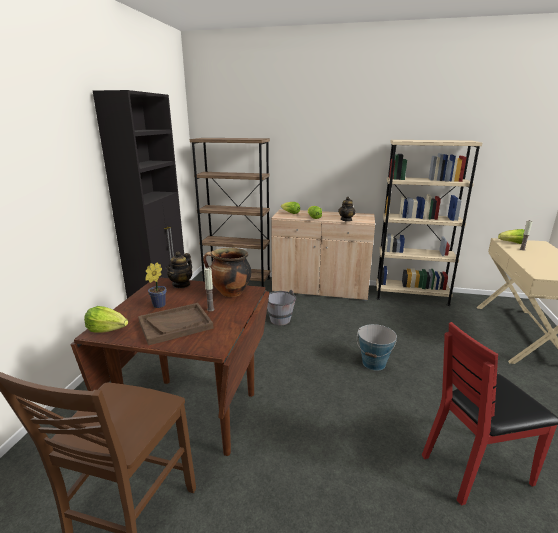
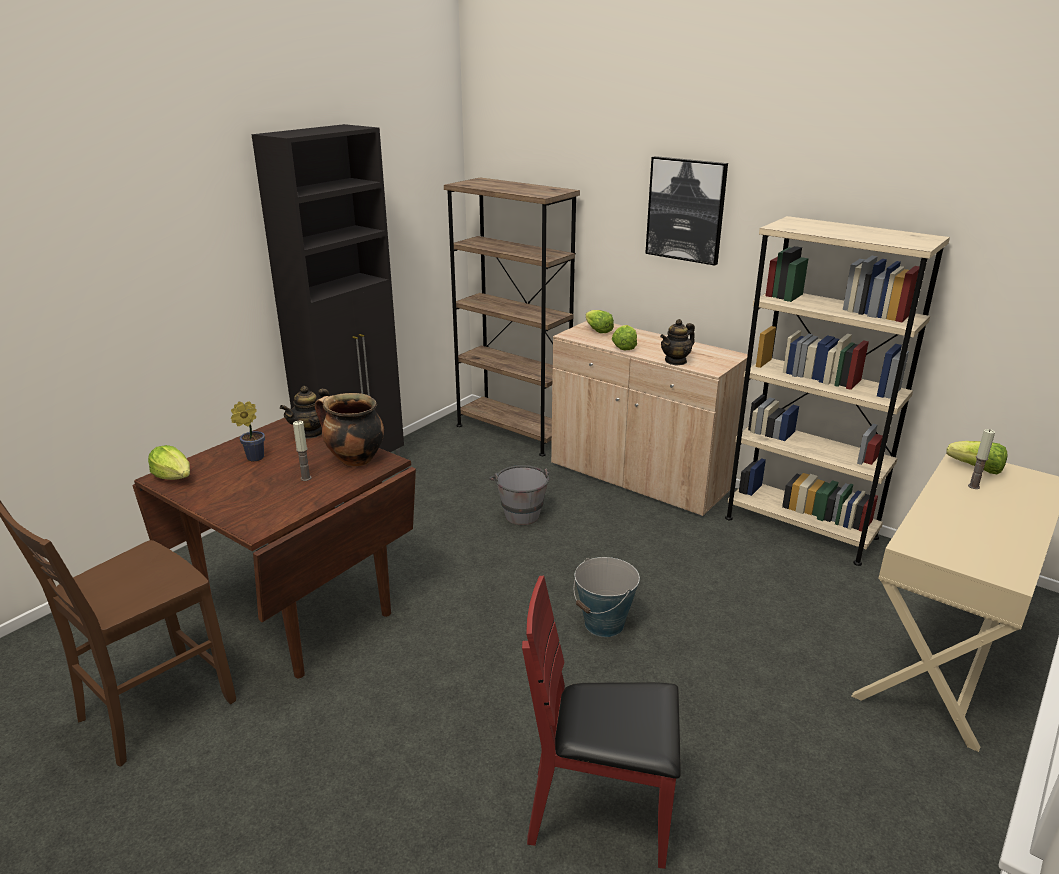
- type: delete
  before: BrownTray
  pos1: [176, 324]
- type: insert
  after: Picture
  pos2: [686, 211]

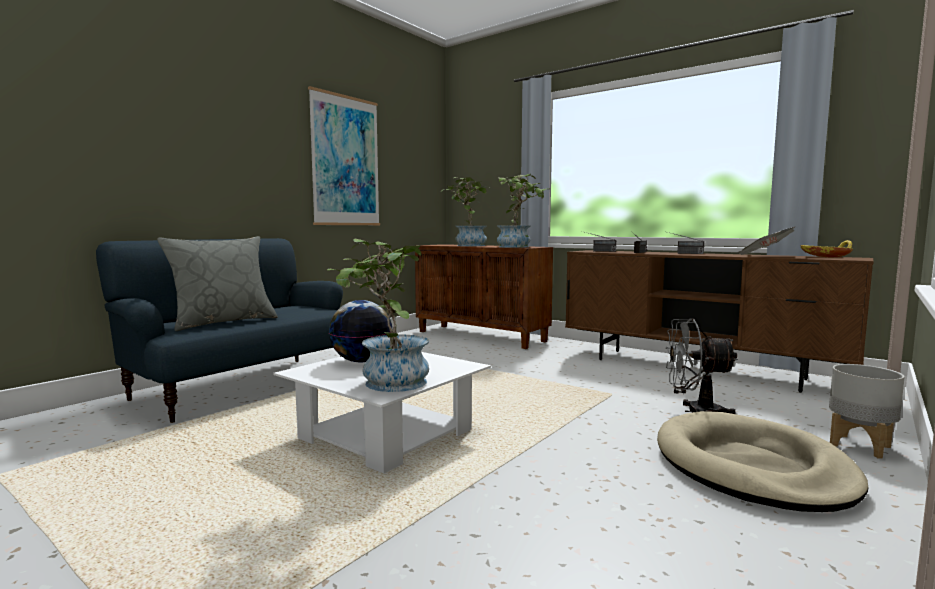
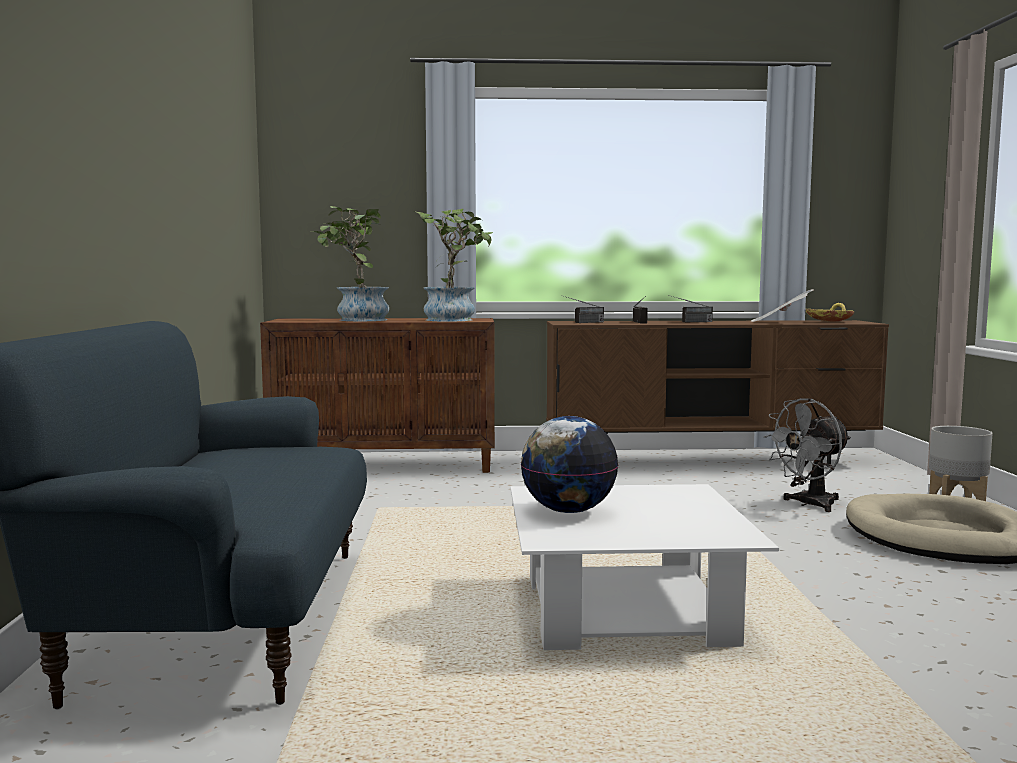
- type: delete
  before: Picture
  pos1: [344, 155]
- type: delete
  before: GreyPillow
  pos1: [217, 283]
- type: delete
  before: PottedPlant
  pos1: [378, 315]

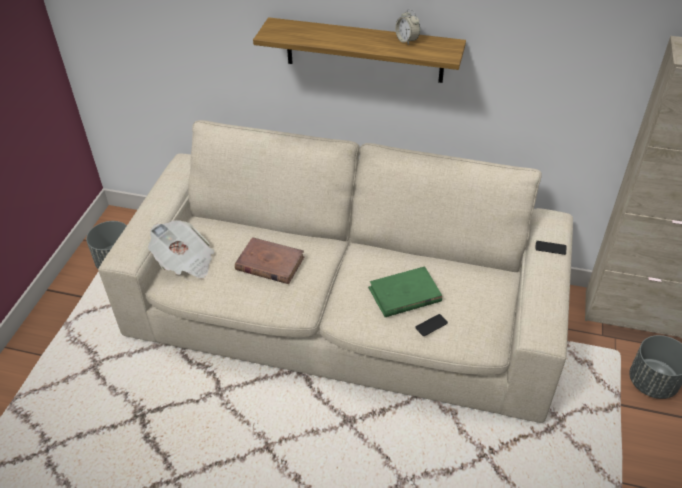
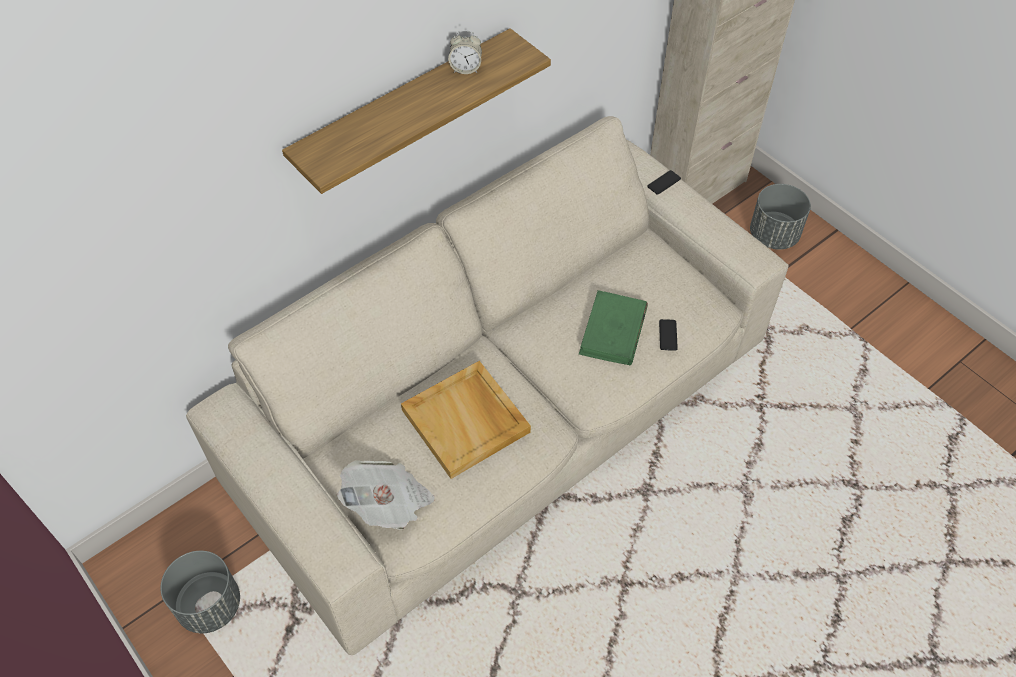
- type: replace
  before: BrownBook
  after: BeigeTray
  pos1: [269, 260]
  pos2: [466, 420]

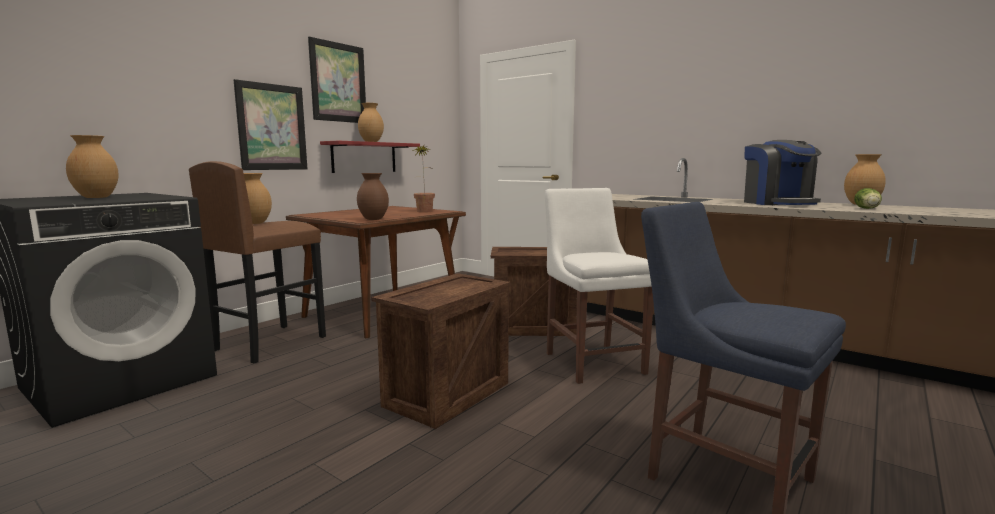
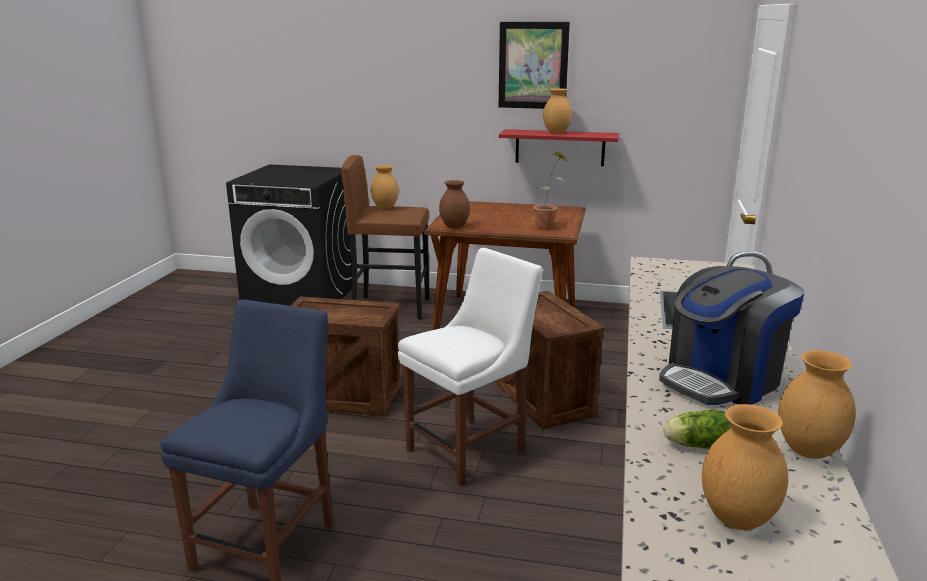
- type: delete
  before: Picture
  pos1: [270, 124]
- type: move
  before: BrownVase
  pos1: [92, 166]
  pos2: [745, 467]

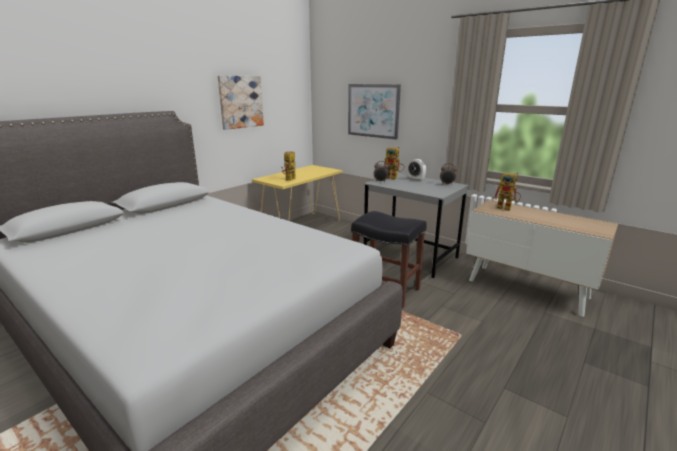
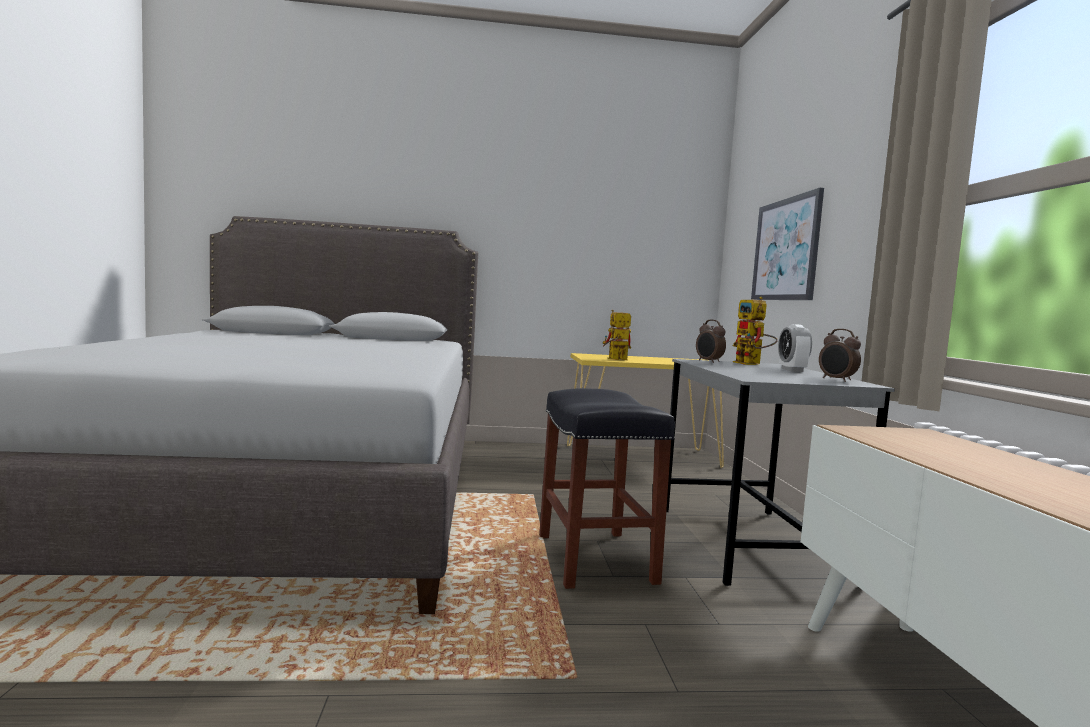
- type: delete
  before: Picture
  pos1: [240, 103]
- type: delete
  before: ToyRobot
  pos1: [507, 192]

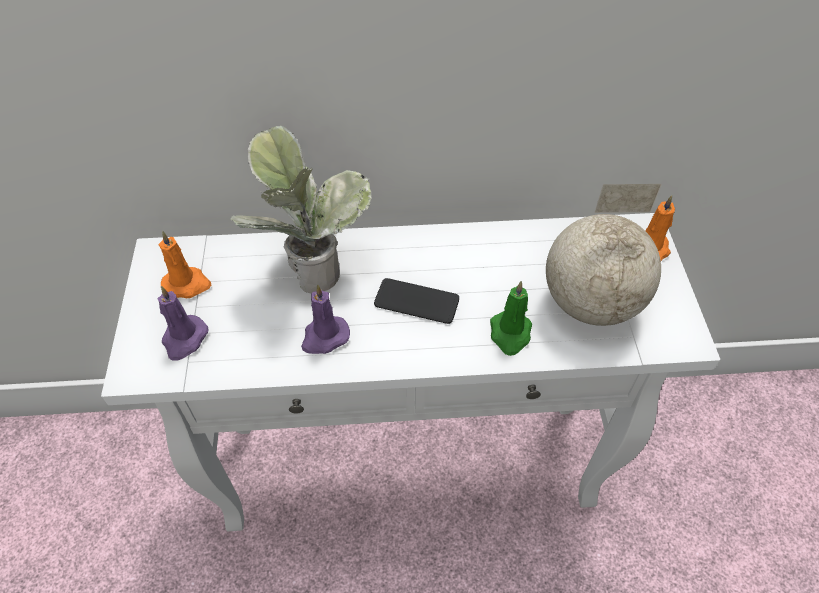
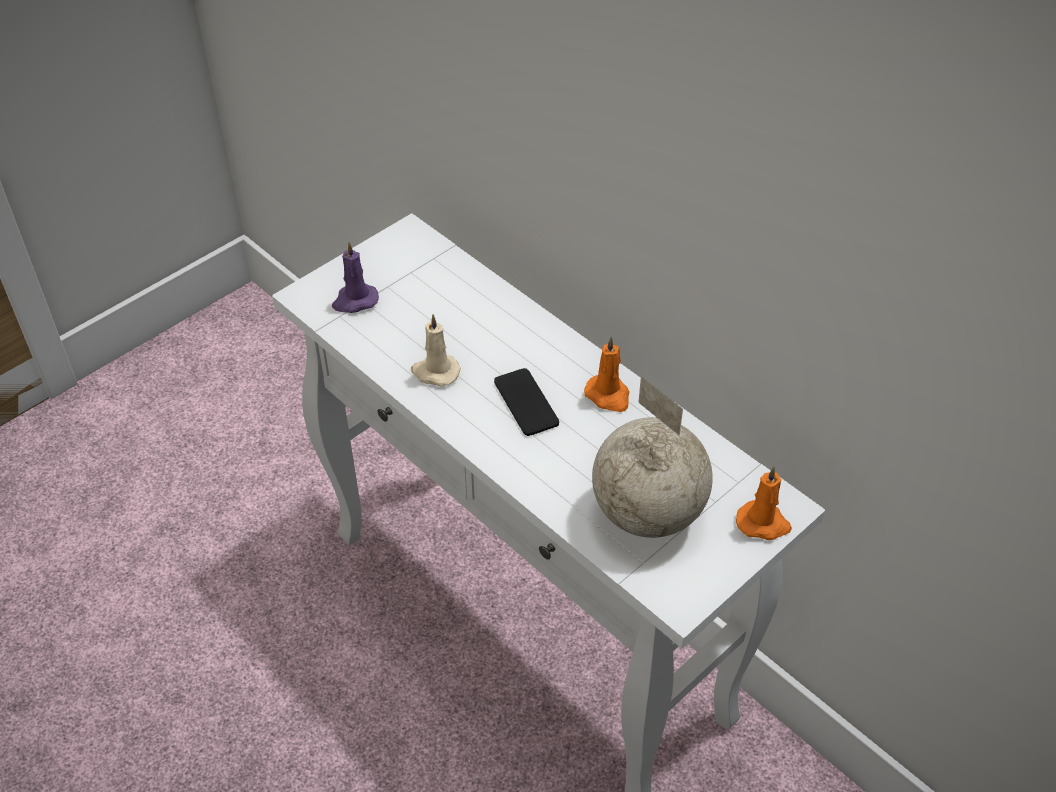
- type: delete
  before: PottedPlant
  pos1: [300, 210]
- type: move
  before: OrangeCandle
  pos1: [185, 264]
  pos2: [607, 374]
- type: delete
  before: GreenCandle
  pos1: [511, 318]
- type: recolor
  before: PurpleCandle
  after: BeigeCandle
  pos1: [325, 319]
  pos2: [436, 350]

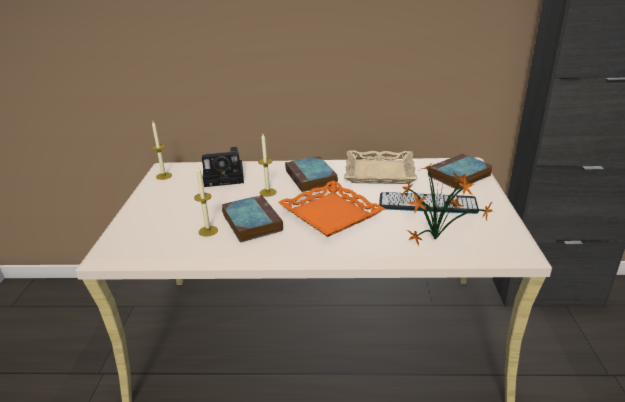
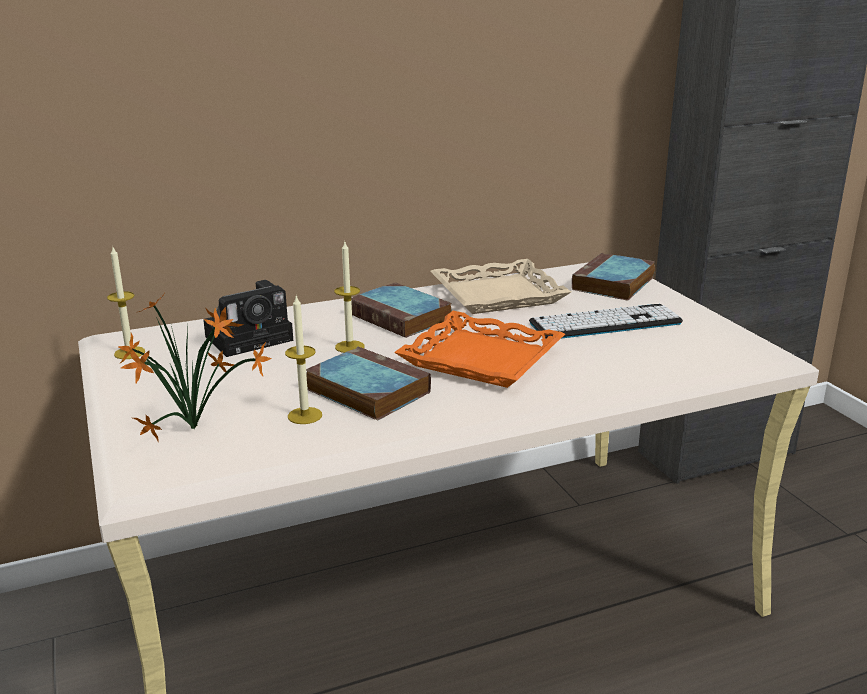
- type: move
  before: PottedPlant
  pos1: [447, 204]
  pos2: [194, 367]

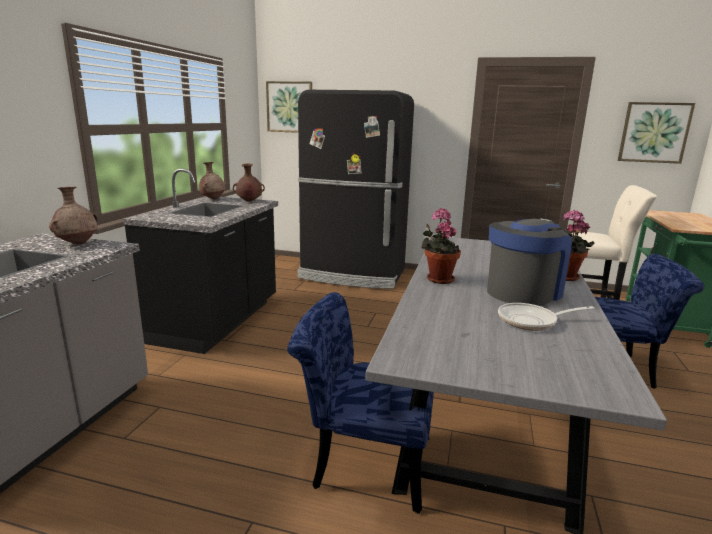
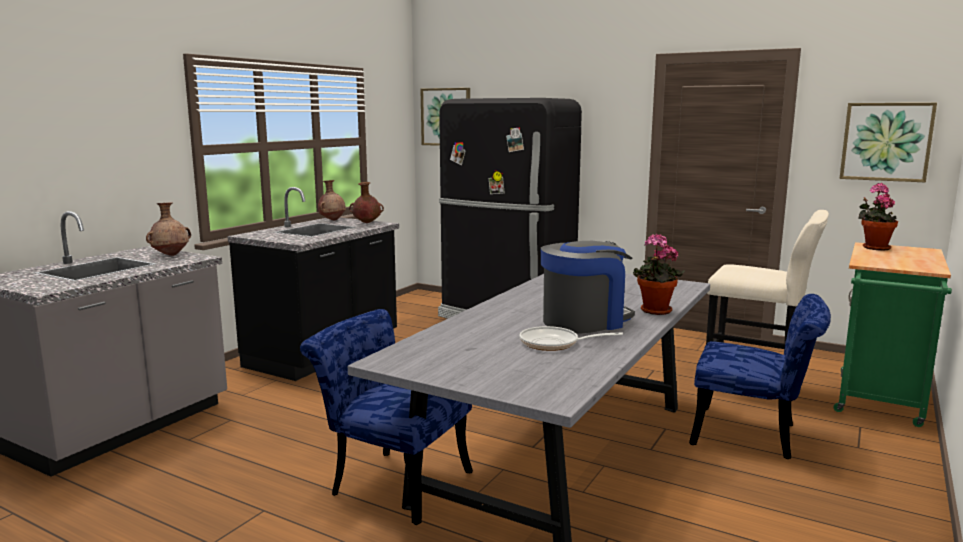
- type: move
  before: PottedPlant
  pos1: [441, 246]
  pos2: [878, 217]

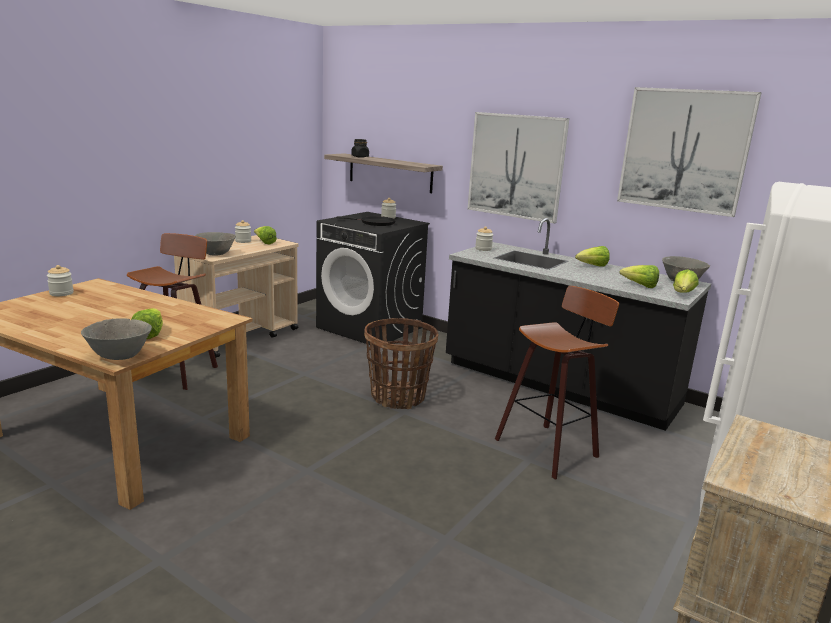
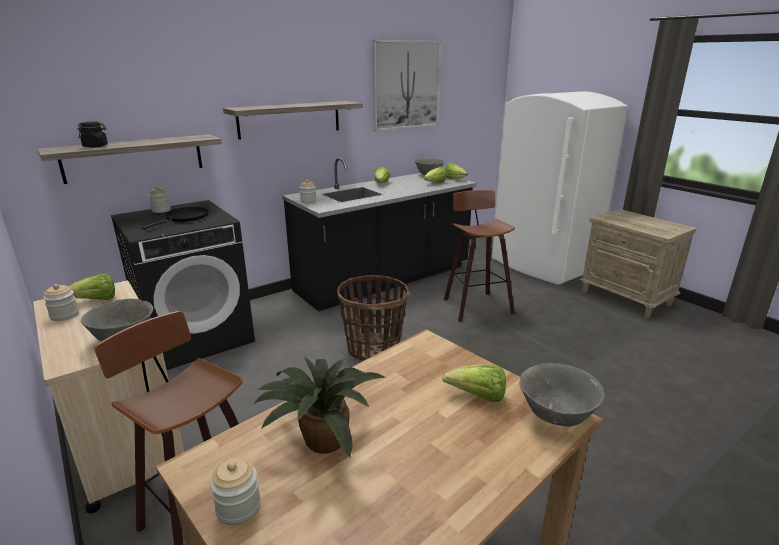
- type: replace
  before: Picture
  after: Shelf
  pos1: [519, 168]
  pos2: [293, 120]
- type: insert
  after: PottedPlant
  pos2: [319, 407]

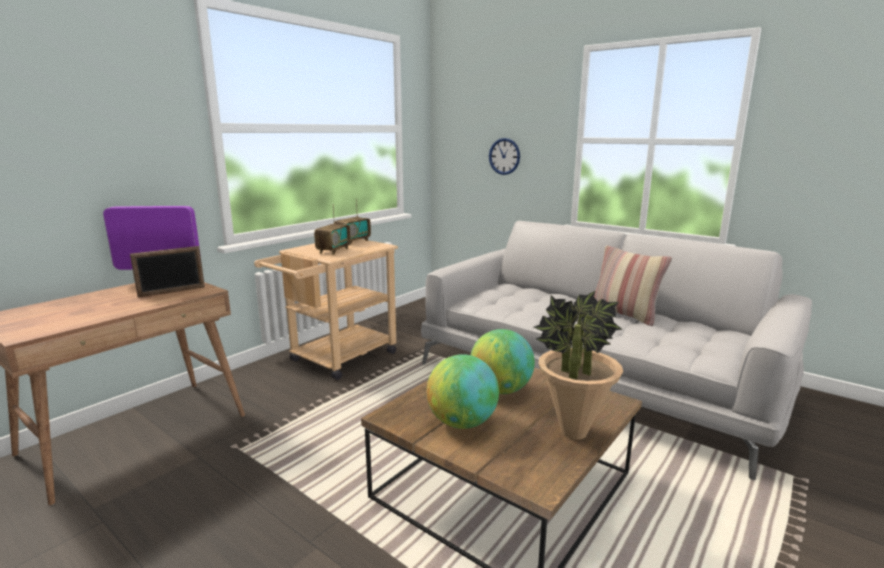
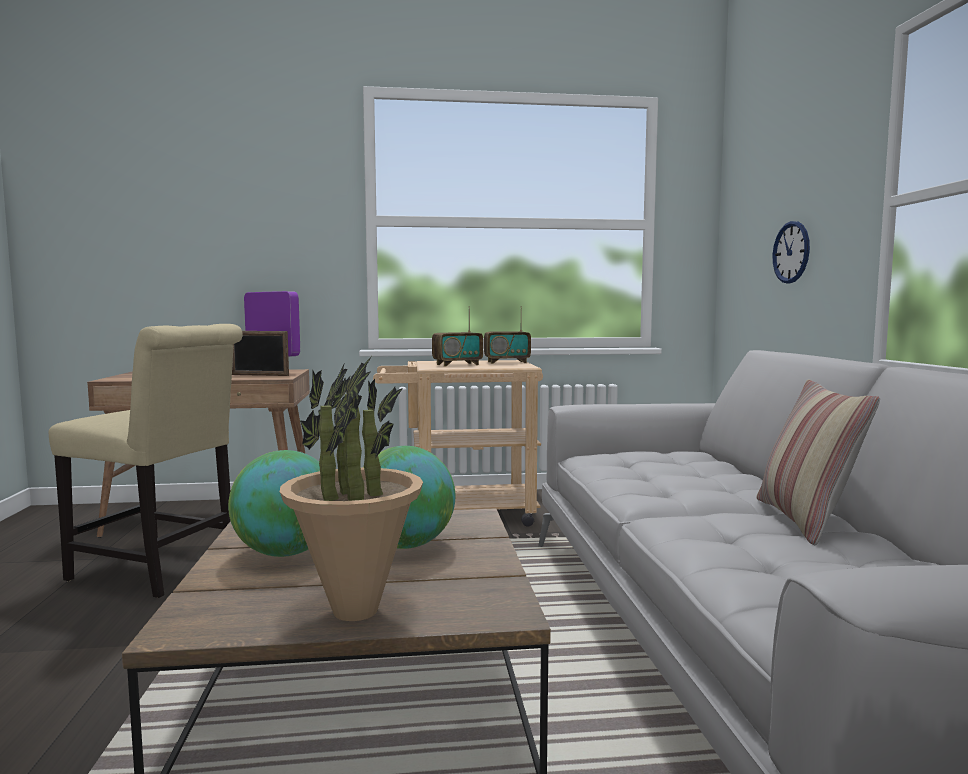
- type: insert
  after: BeigeChair
  pos2: [145, 461]

